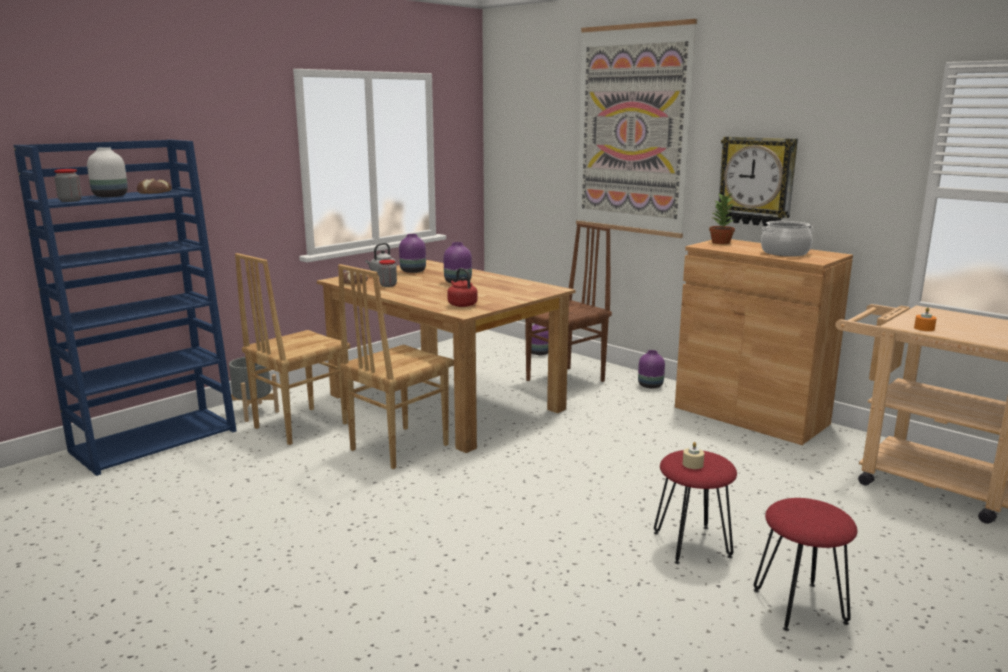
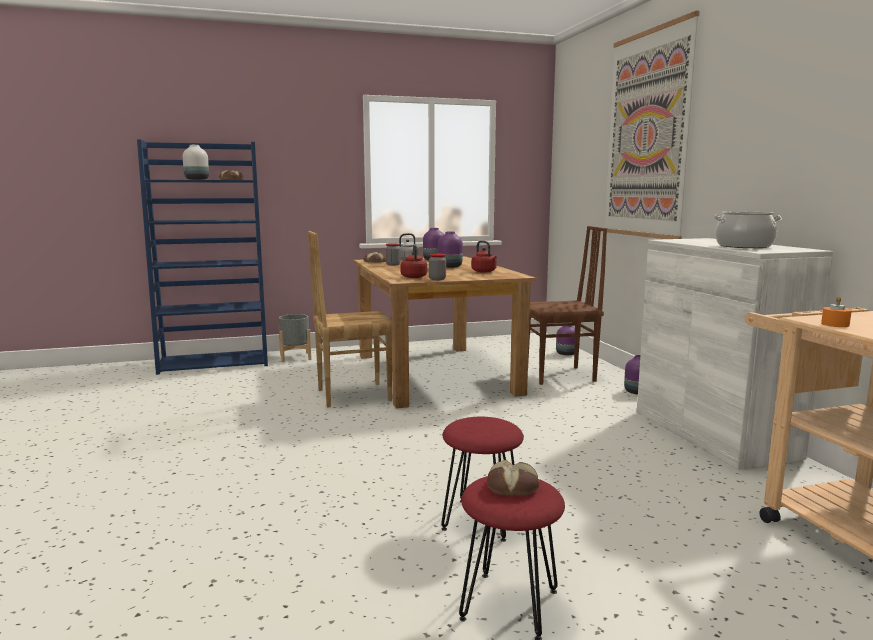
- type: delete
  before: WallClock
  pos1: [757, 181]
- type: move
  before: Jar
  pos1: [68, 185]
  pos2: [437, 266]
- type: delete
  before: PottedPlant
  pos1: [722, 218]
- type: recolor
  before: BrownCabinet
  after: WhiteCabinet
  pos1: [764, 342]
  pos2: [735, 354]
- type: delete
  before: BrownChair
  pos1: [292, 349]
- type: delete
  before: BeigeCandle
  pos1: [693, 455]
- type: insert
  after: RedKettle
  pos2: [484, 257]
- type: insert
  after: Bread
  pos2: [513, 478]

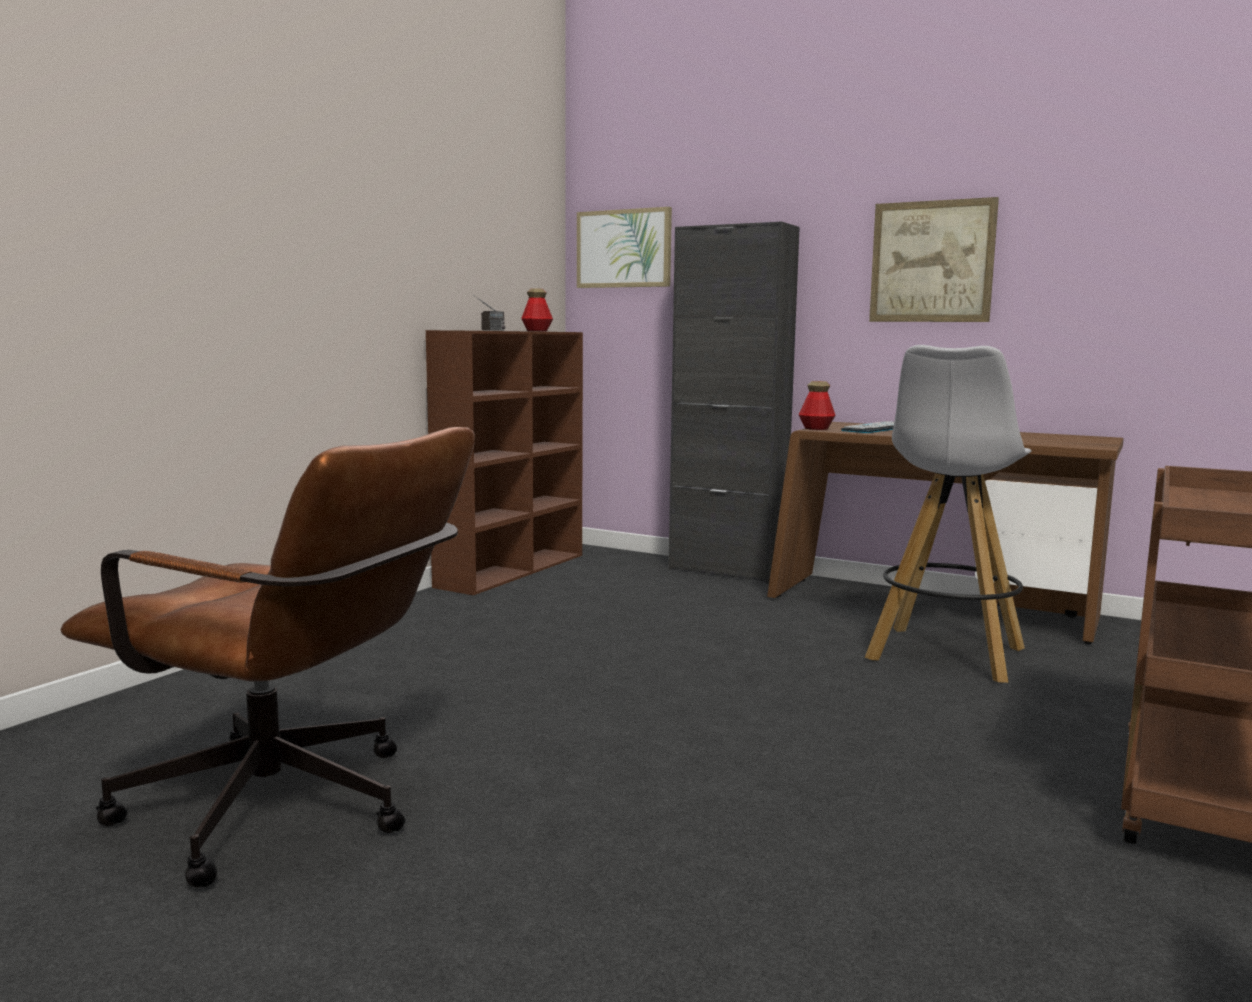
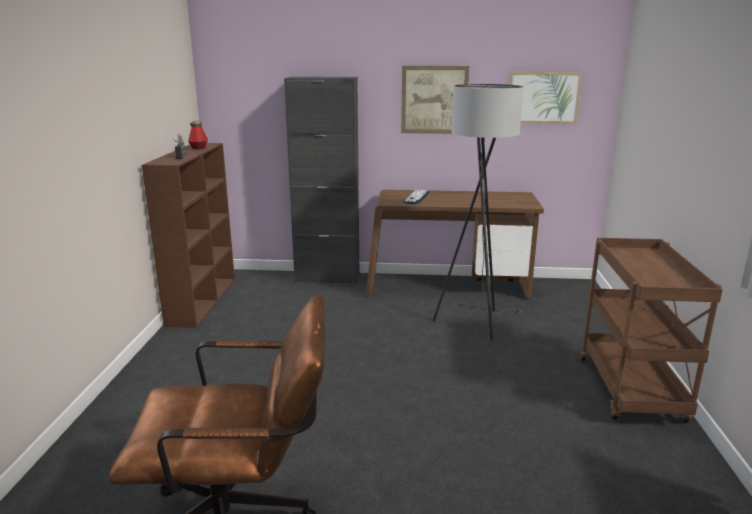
- type: move
  before: Picture
  pos1: [624, 247]
  pos2: [545, 98]
- type: replace
  before: WhiteStool
  after: GreyFloorLamp
  pos1: [948, 514]
  pos2: [478, 212]
- type: delete
  before: Bottle
  pos1: [817, 405]

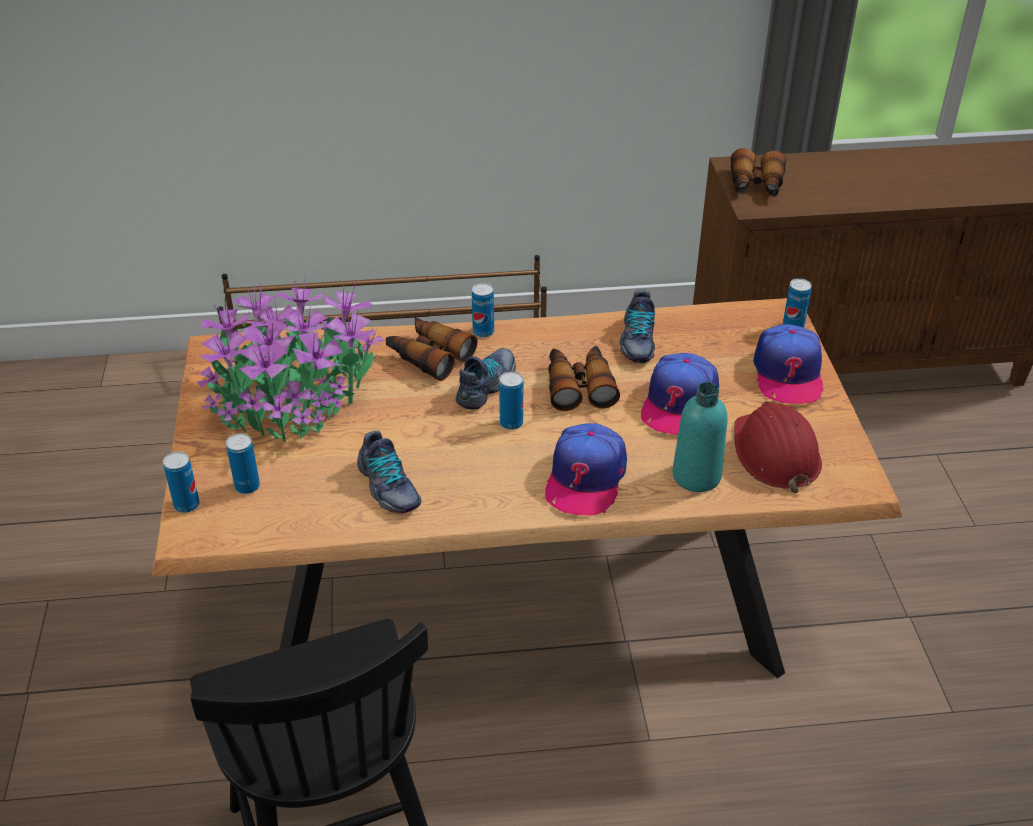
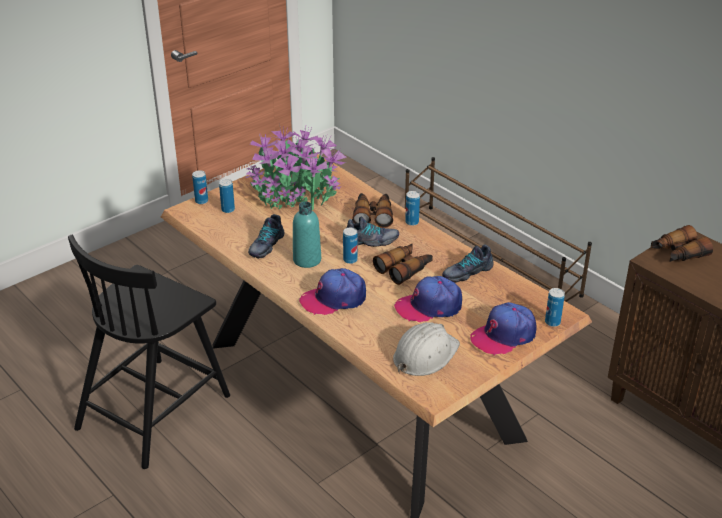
- type: move
  before: TurquoiseBottle
  pos1: [699, 437]
  pos2: [307, 234]
- type: recolor
  before: RedHardHat
  after: WhiteHardHat
  pos1: [778, 447]
  pos2: [426, 349]

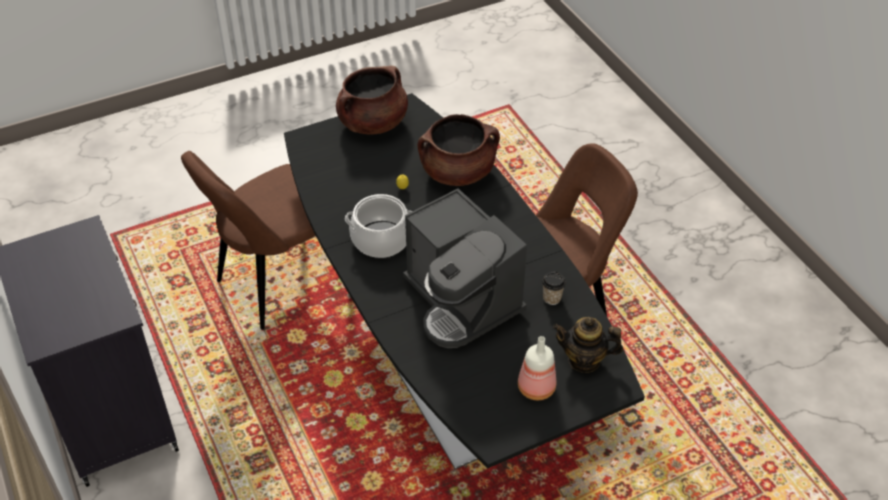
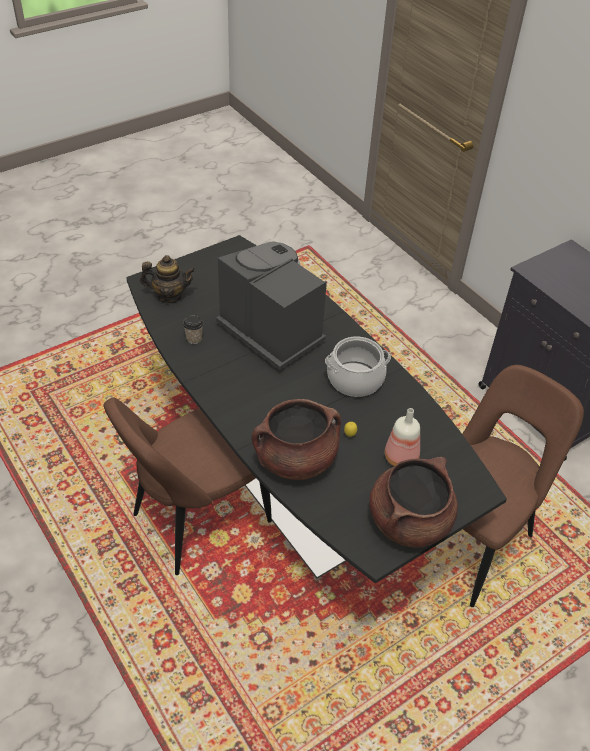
- type: move
  before: Bottle
  pos1: [537, 368]
  pos2: [402, 437]

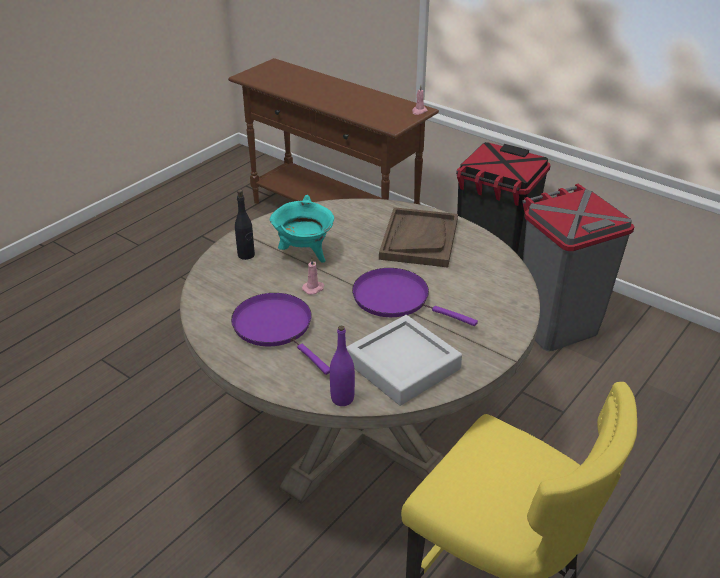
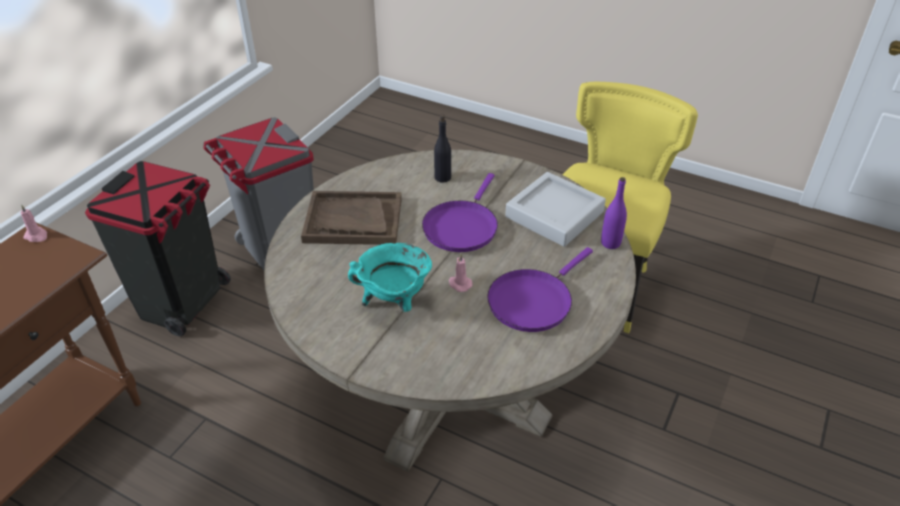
- type: move
  before: BlackBottle
  pos1: [245, 224]
  pos2: [442, 148]

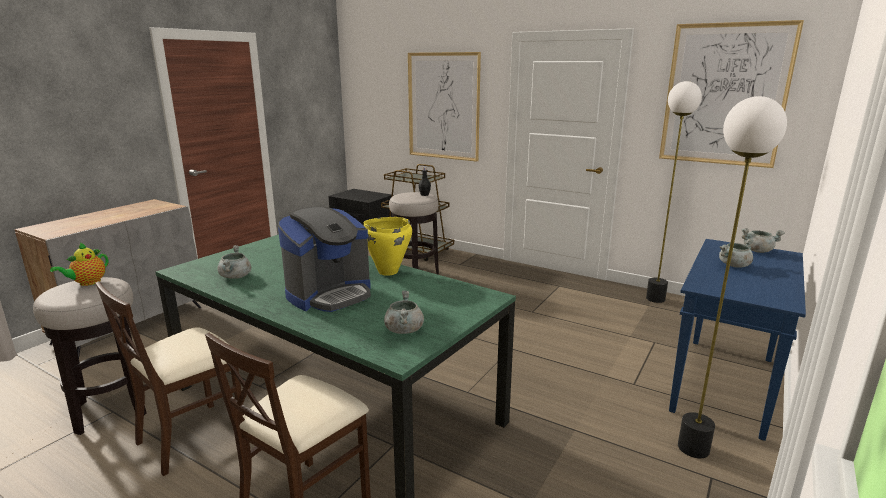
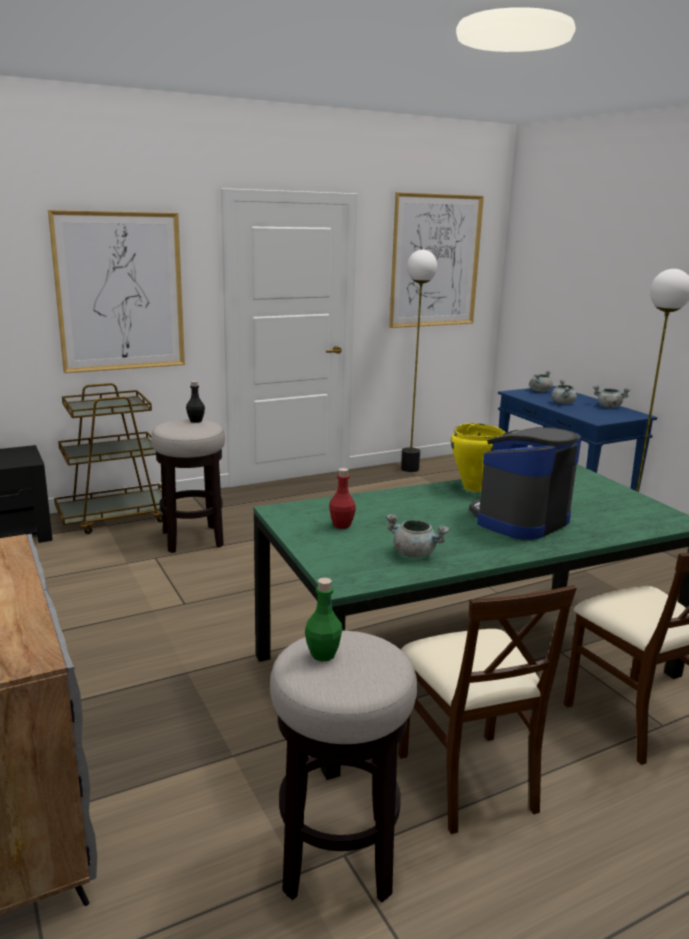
- type: rotate
  before: CoffeeMachine
  pos1: [324, 259]
  pos2: [525, 483]
  turn: -120
- type: replace
  before: Teapot
  after: GreenBottle
  pos1: [79, 264]
  pos2: [324, 620]
- type: move
  before: GreyCookingPot
  pos1: [404, 312]
  pos2: [612, 396]
- type: insert
  after: RedBottle
  pos2: [342, 498]

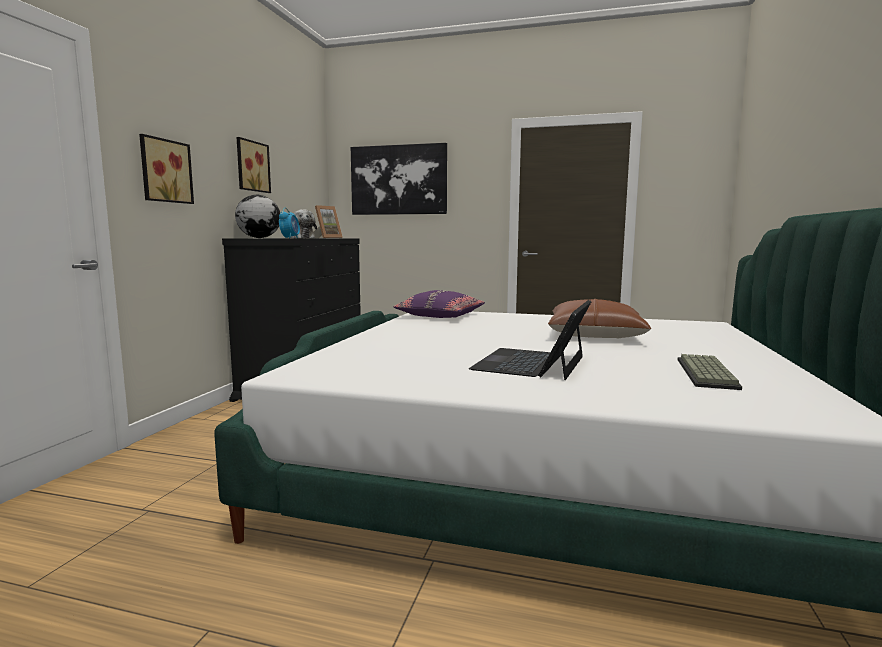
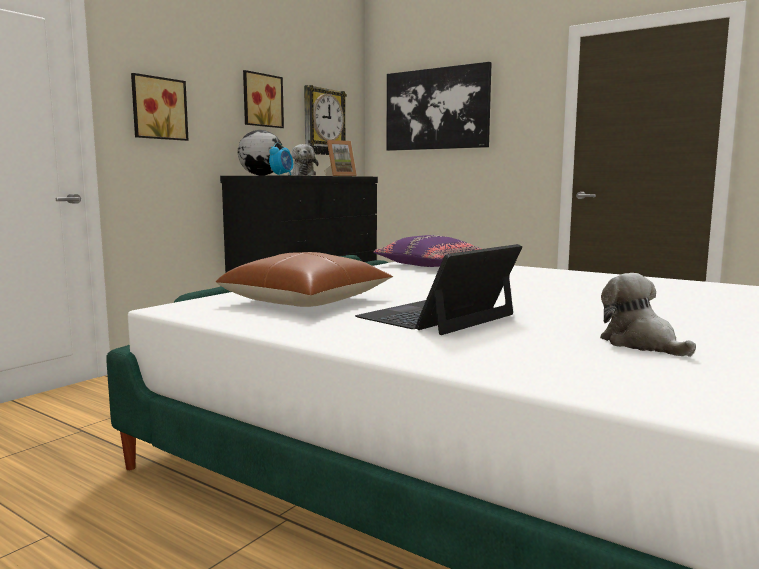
- type: move
  before: BrownPillow
  pos1: [599, 318]
  pos2: [304, 279]
- type: replace
  before: Keyboard
  after: PlushToy
  pos1: [710, 372]
  pos2: [648, 315]
- type: insert
  after: WallClock
  pos2: [325, 120]

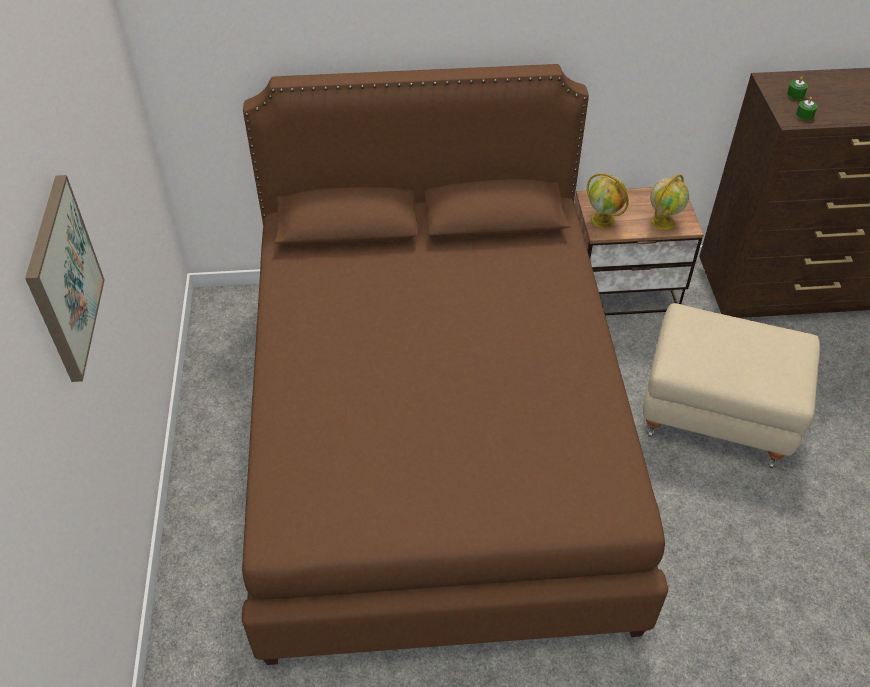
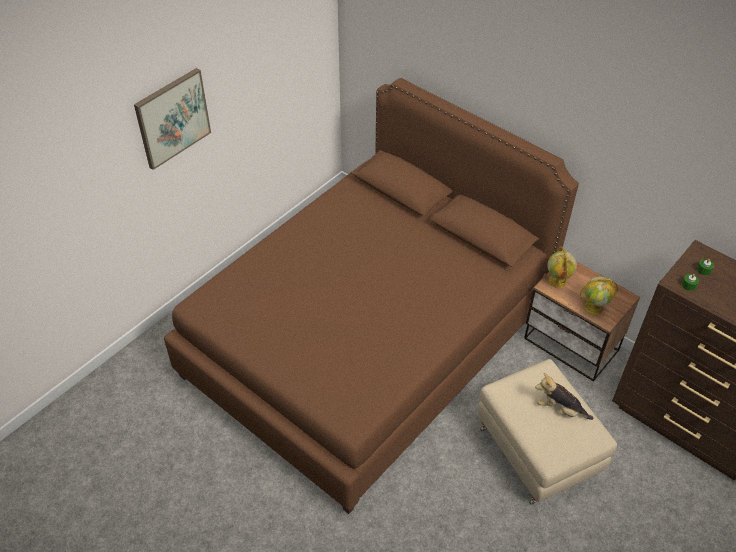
- type: insert
  after: PlushToy
  pos2: [564, 396]

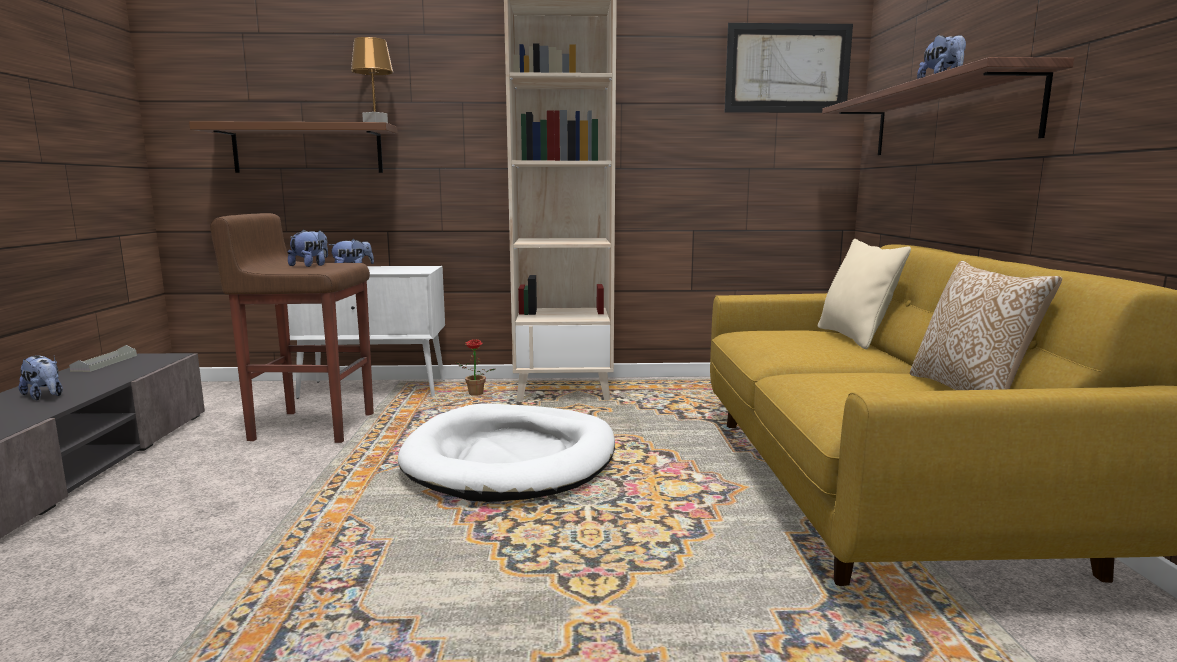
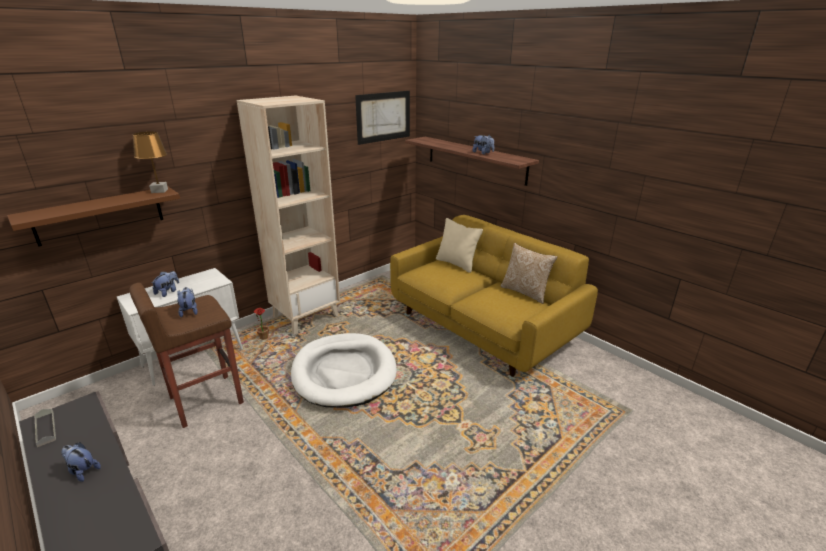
- type: rotate
  before: PlushToy
  pos1: [41, 378]
  pos2: [81, 462]
  turn: -150

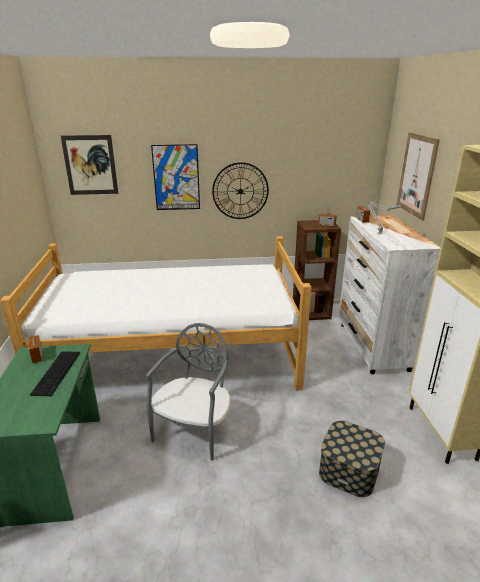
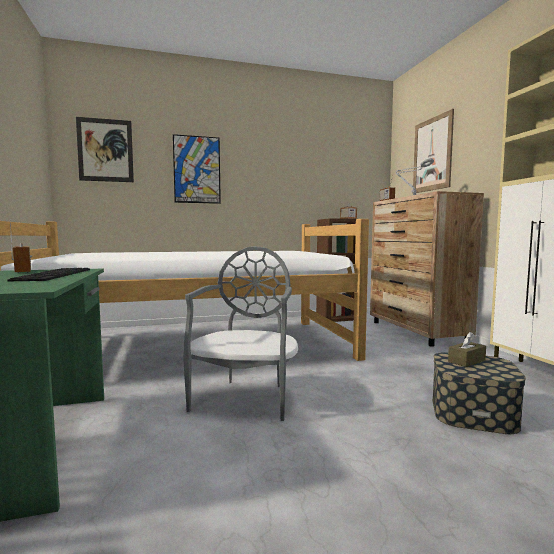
- type: delete
  before: WallClock
  pos1: [240, 190]
- type: recolor
  before: WhiteDresser
  after: BrownDresser
  pos1: [390, 294]
  pos2: [427, 269]
- type: insert
  after: BrownTissueBox
  pos2: [467, 349]

